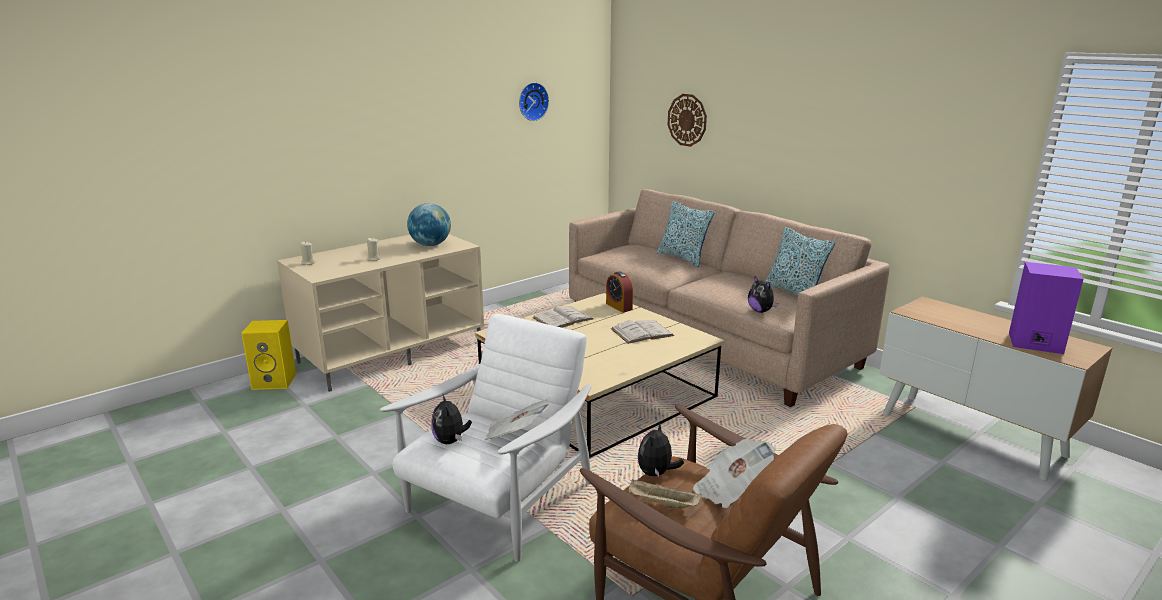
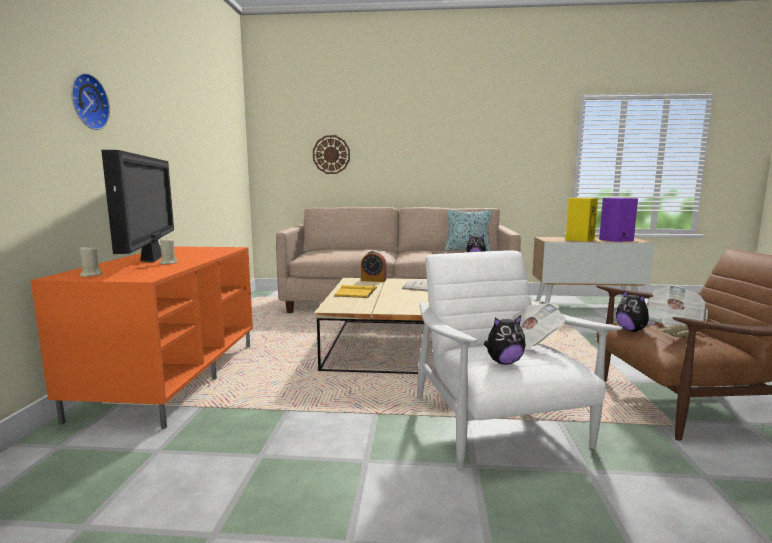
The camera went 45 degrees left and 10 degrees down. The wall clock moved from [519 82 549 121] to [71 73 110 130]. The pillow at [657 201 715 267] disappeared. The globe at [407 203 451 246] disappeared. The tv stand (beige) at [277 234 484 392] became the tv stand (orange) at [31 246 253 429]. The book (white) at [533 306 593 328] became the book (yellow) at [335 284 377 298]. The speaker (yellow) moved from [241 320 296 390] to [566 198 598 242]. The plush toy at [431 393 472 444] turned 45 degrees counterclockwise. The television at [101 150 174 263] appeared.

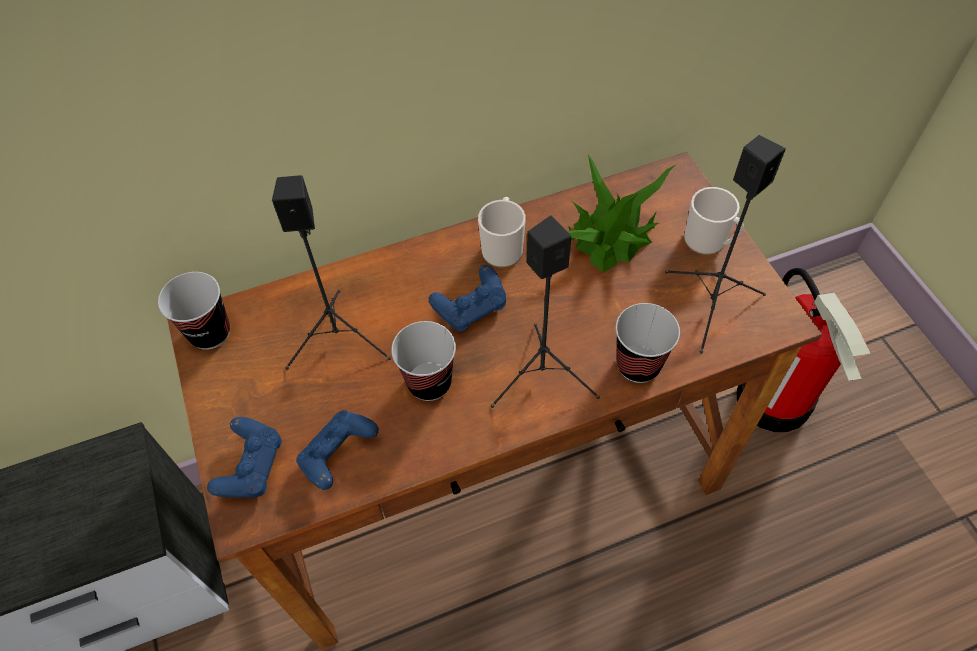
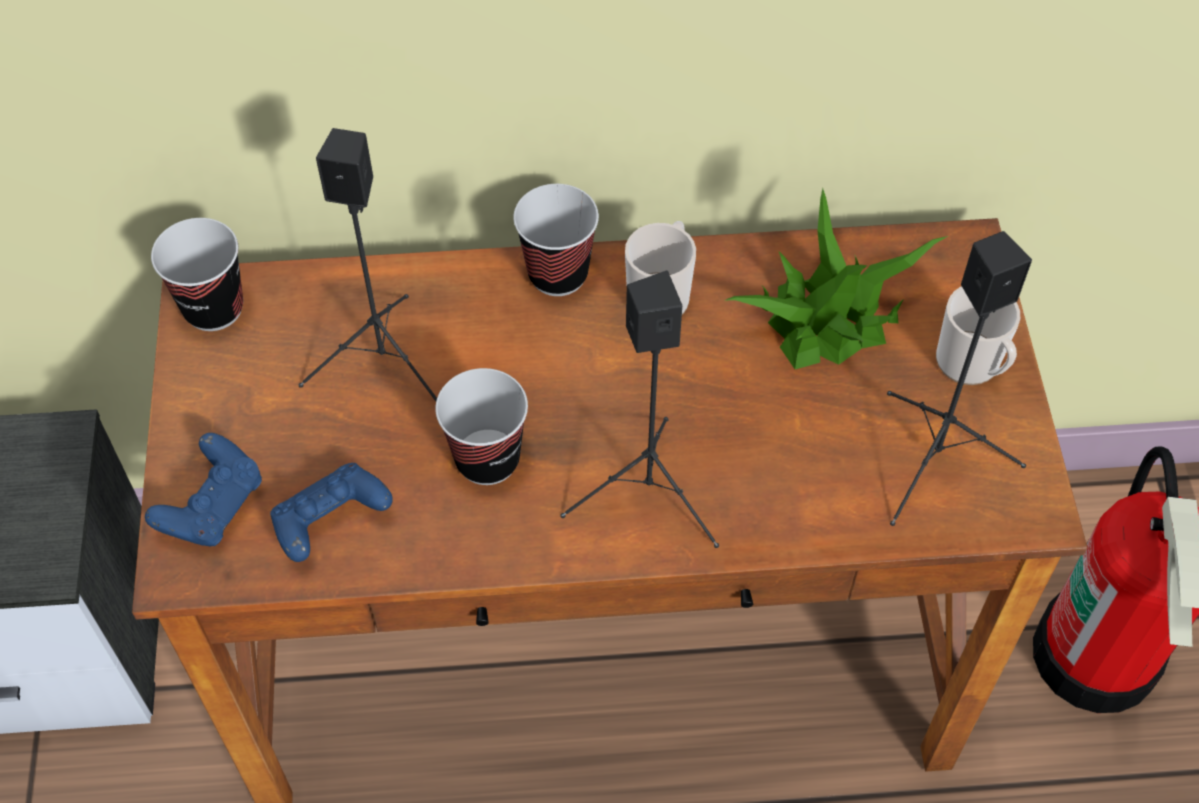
The camera went 15 degrees right and 0 degrees up. The game controller (blue) at [429 265 506 332] disappeared. The cup moved from [616 303 680 383] to [513 184 599 296].

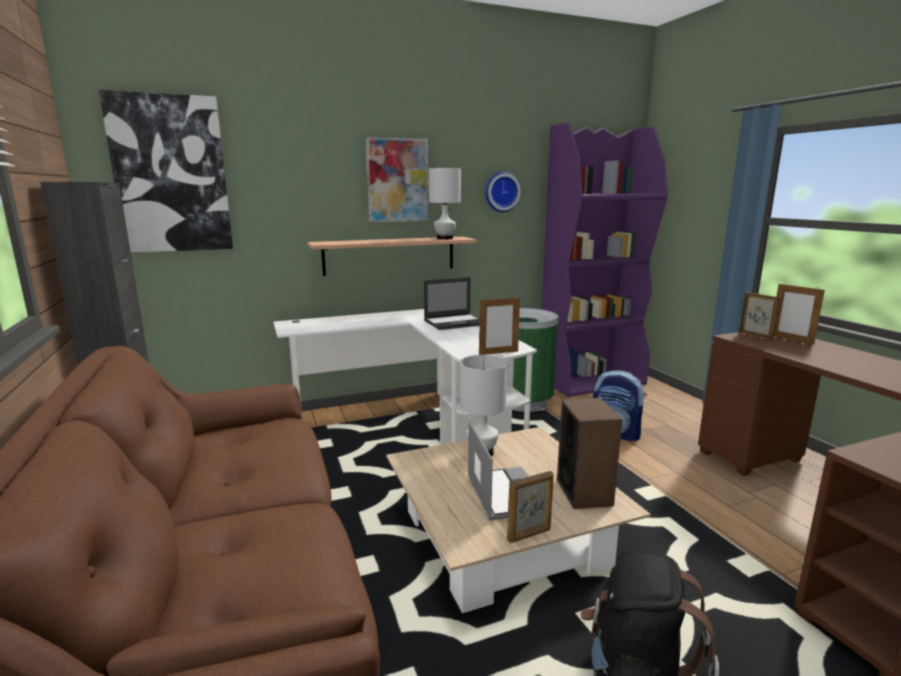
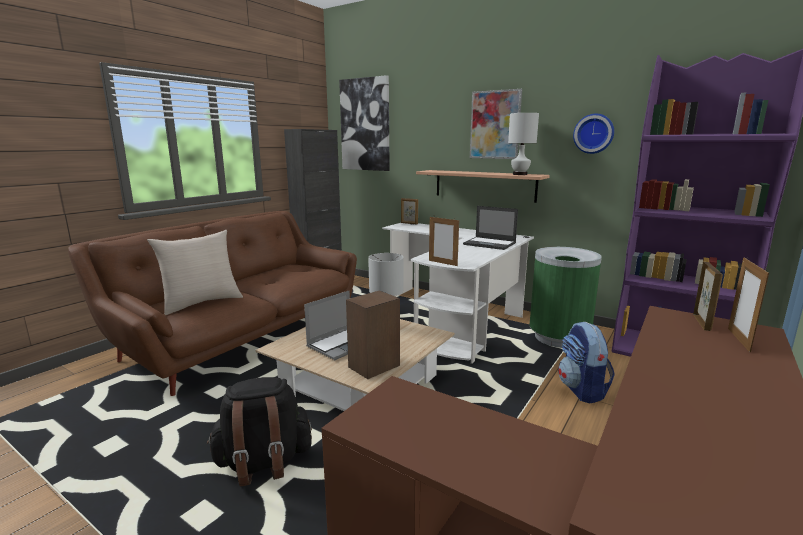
The camera went 55 degrees right and 0 degrees up. The picture frame moved from [507 471 554 543] to [401 198 418 224]. The pillow (beige) at [147 230 243 315] appeared.

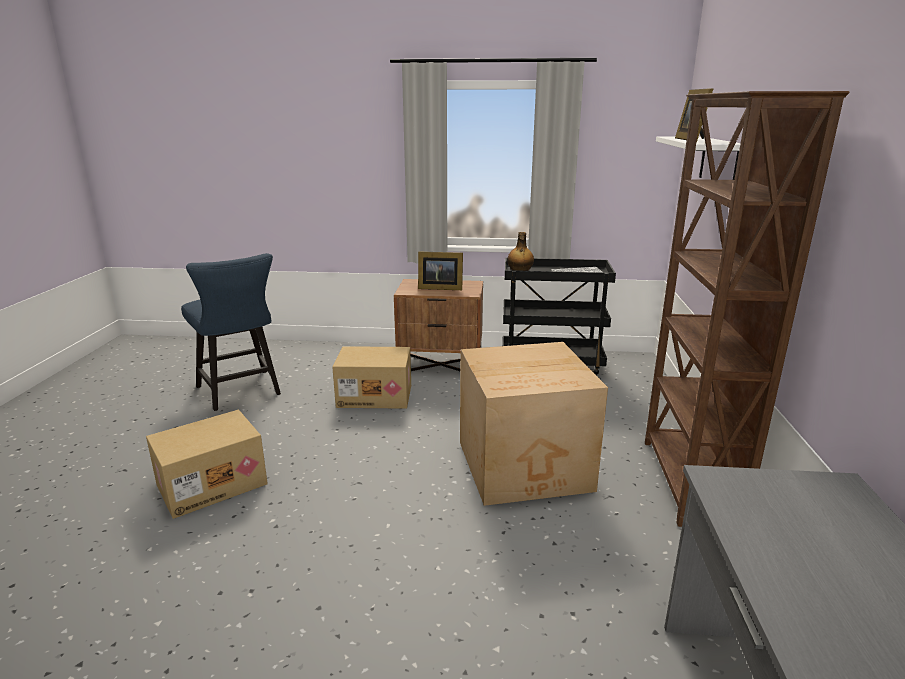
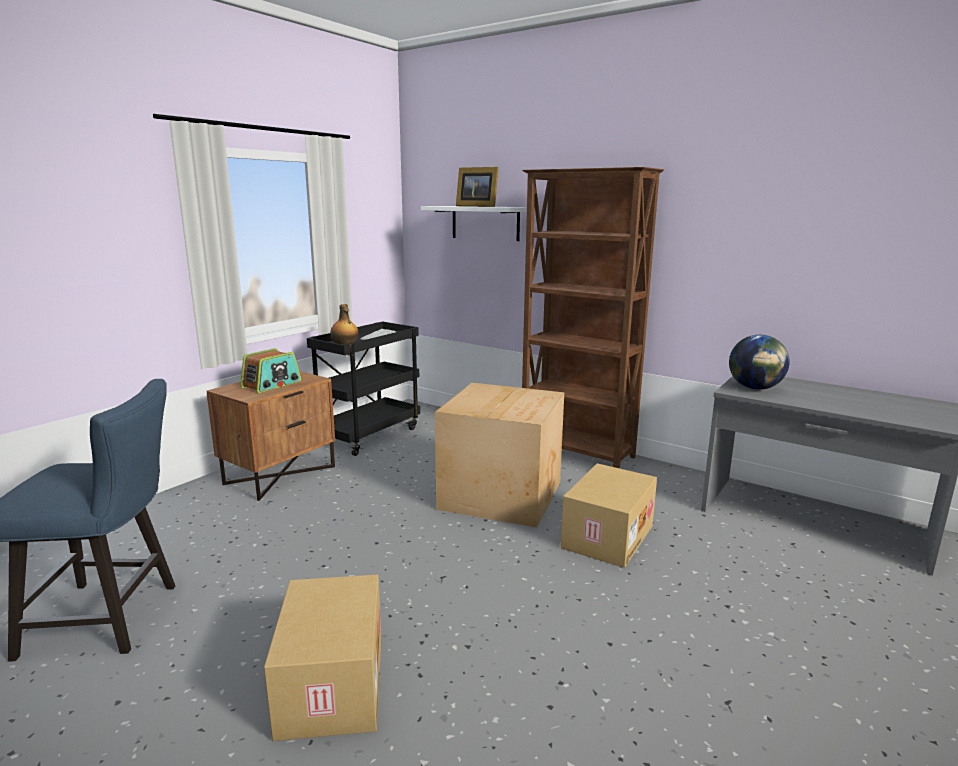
The camera went 60 degrees left and 5 degrees down. The picture frame at [418 252 463 290] was replaced by the radio at [240 348 301 393]. The cardboard box moved from [332 346 411 409] to [561 463 657 568]. The globe at [729 335 790 390] appeared.

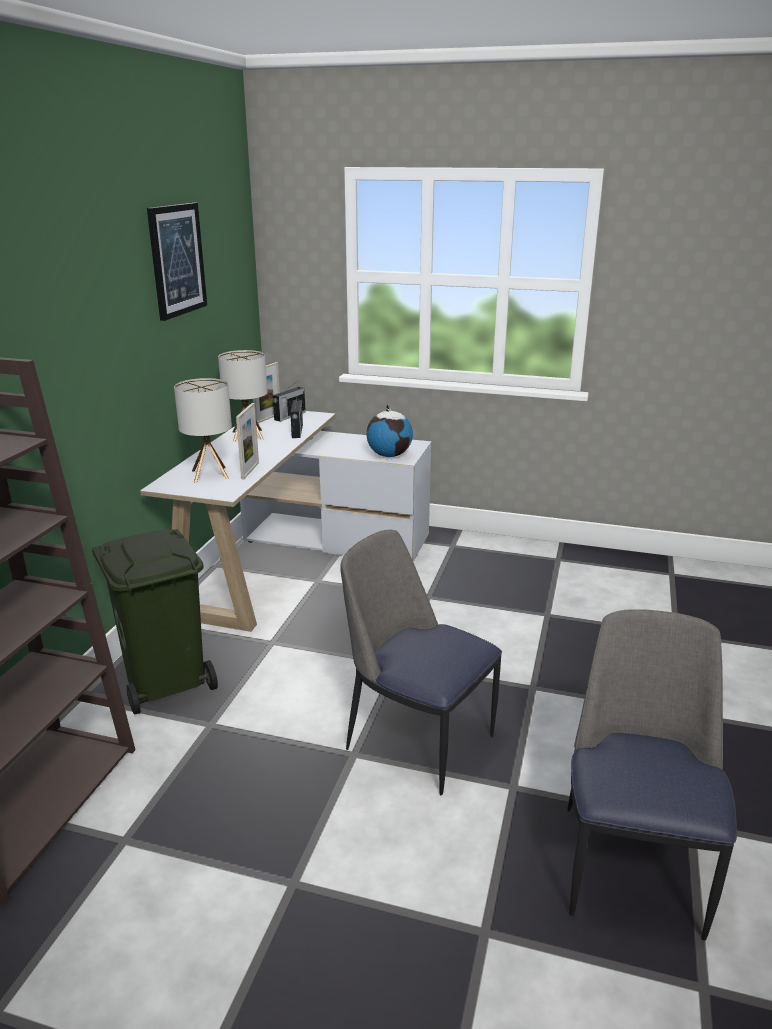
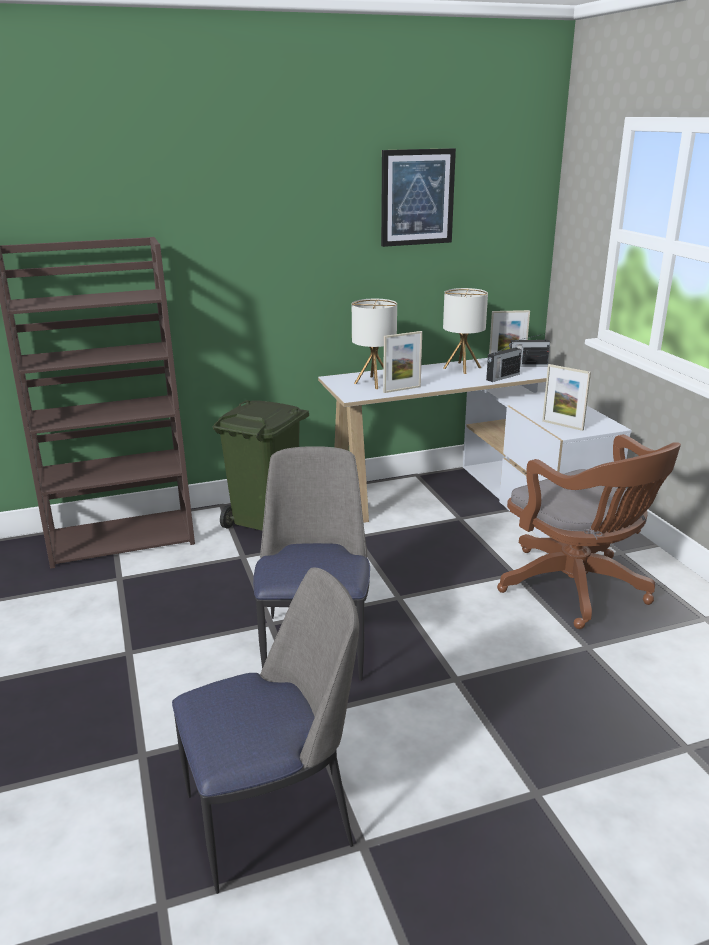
The camera went 55 degrees right and 0 degrees up. The globe at [366 405 413 457] was replaced by the picture frame at [542 364 591 431]. The office chair (brown) at [497 434 681 629] appeared.

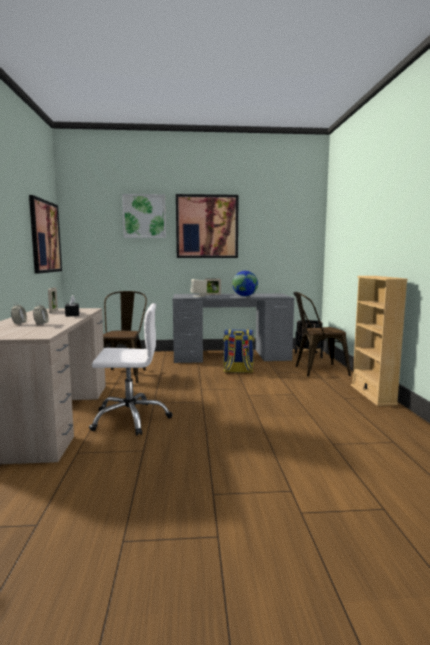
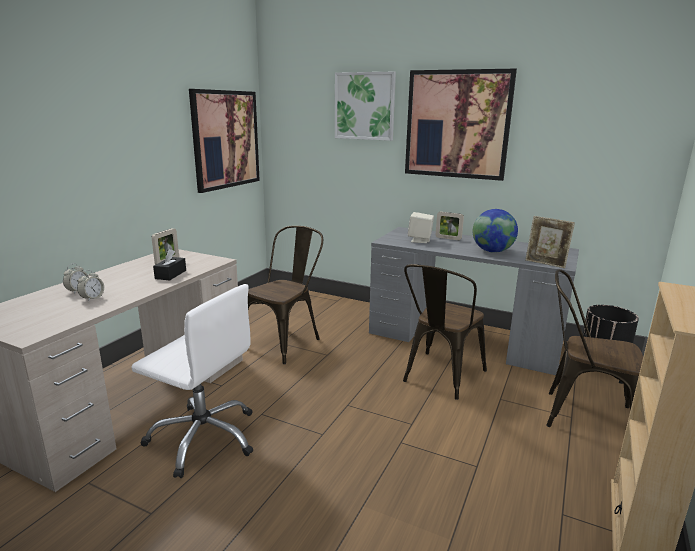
The camera went 30 degrees right and 10 degrees up. The backpack at [223 329 254 373] was replaced by the chair (brown) at [403 264 487 400]. The picture frame at [525 216 575 268] appeared.

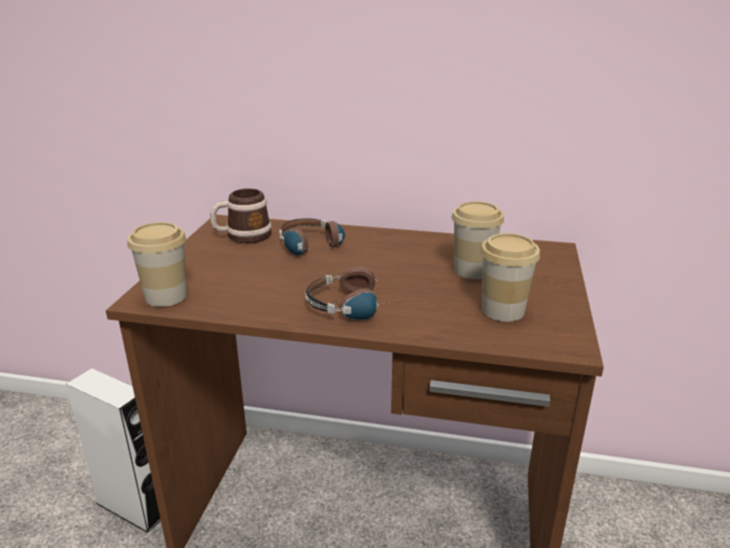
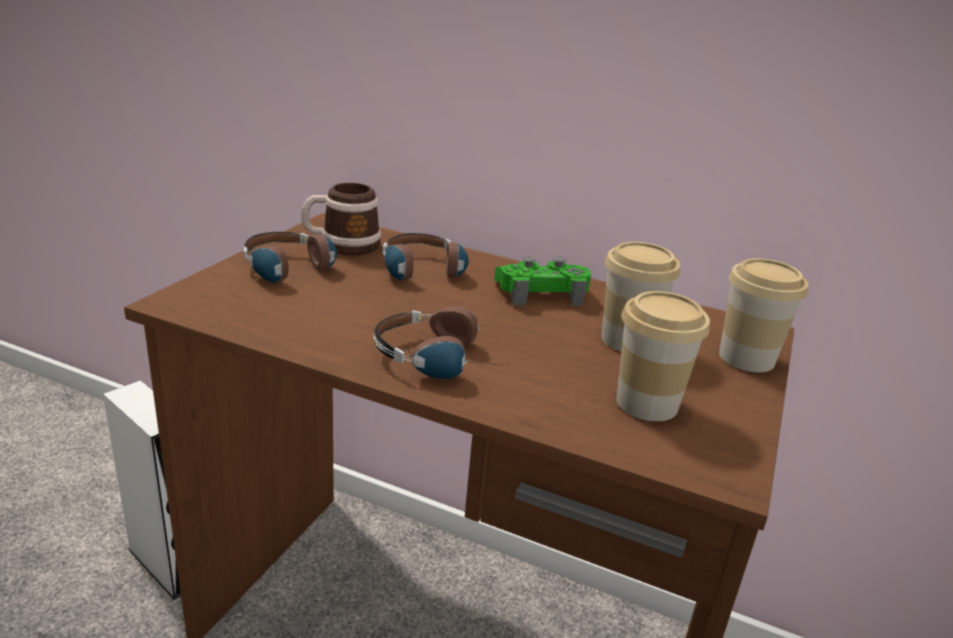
The camera went 10 degrees right and 0 degrees up. The cup moved from [127 222 187 307] to [719 258 808 372]. The headphones at [243 232 337 284] appeared. The game controller (green) at [494 257 591 306] appeared.

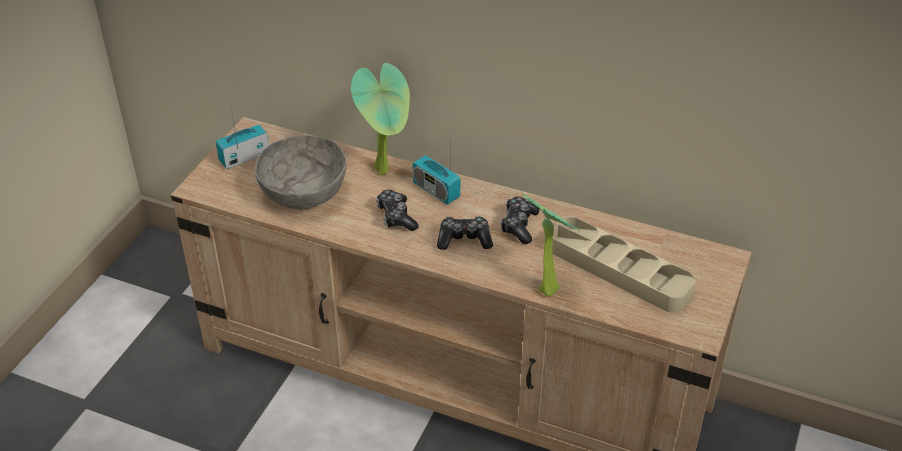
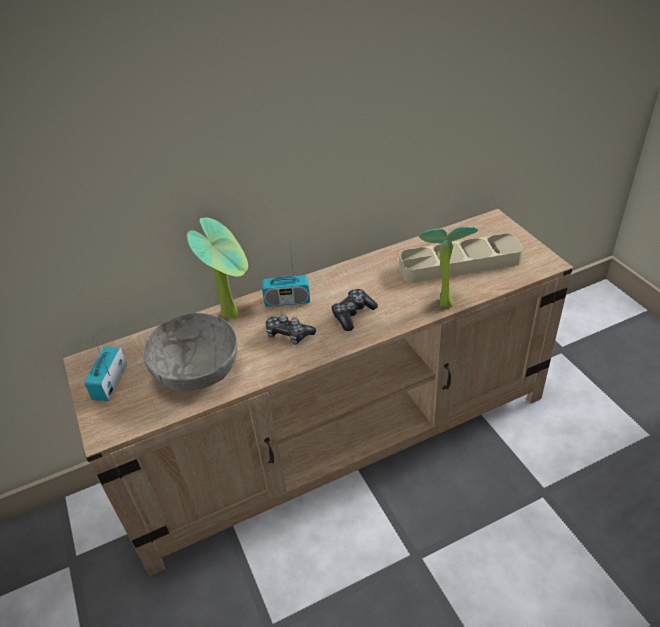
The camera went 45 degrees left and 0 degrees up. The game controller at [500 197 539 244] disappeared.

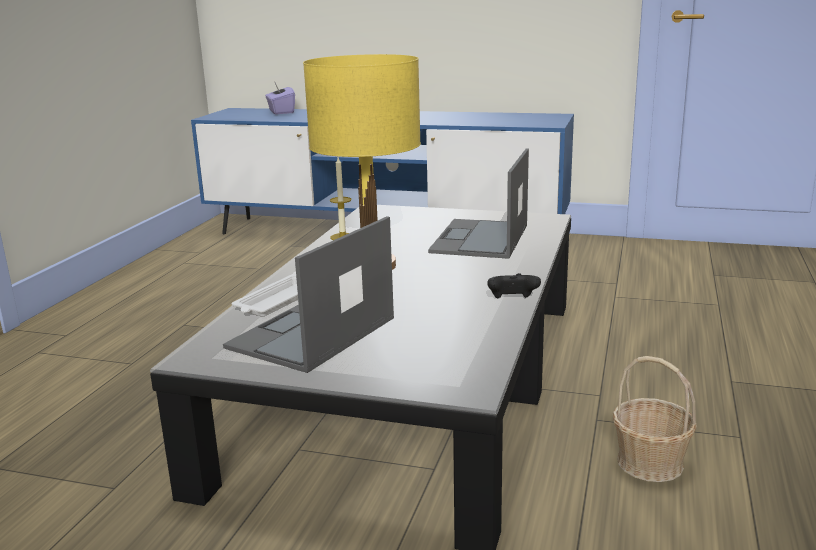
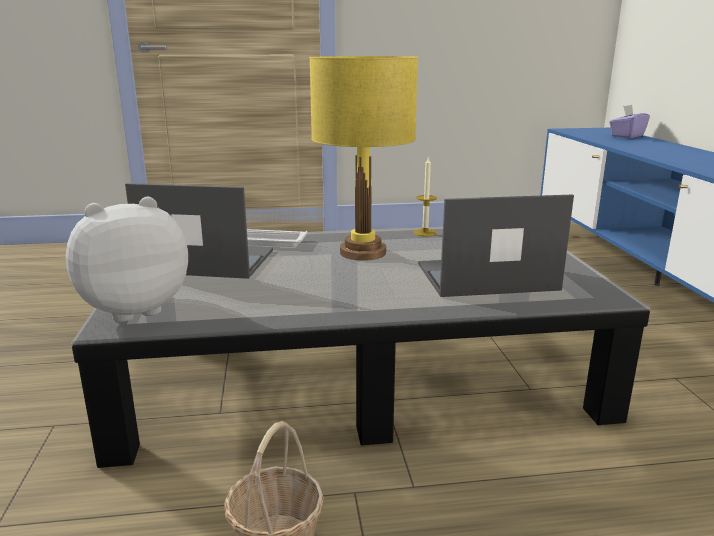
The camera went 65 degrees right and 0 degrees up. The game controller (black) at [487 273 541 298] disappeared. The plush toy at [66 197 188 322] appeared.

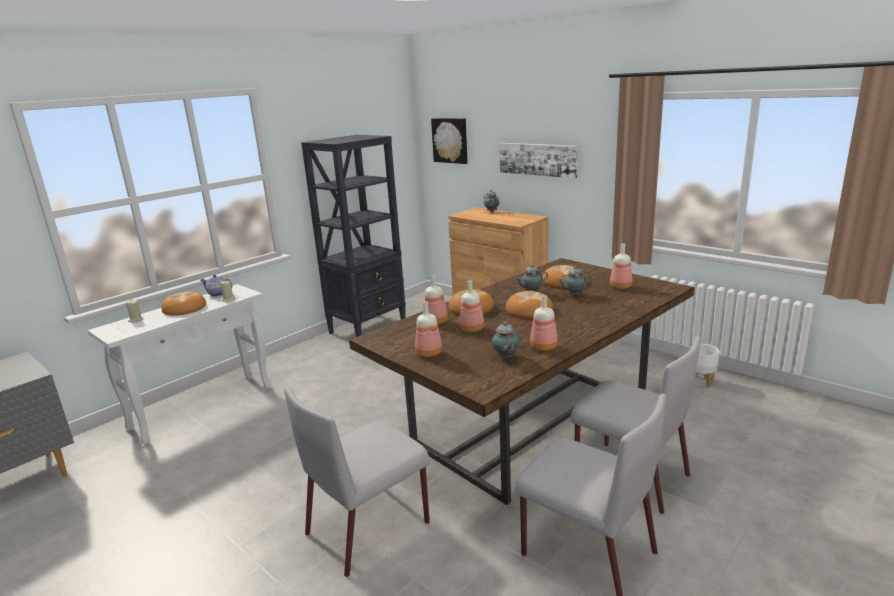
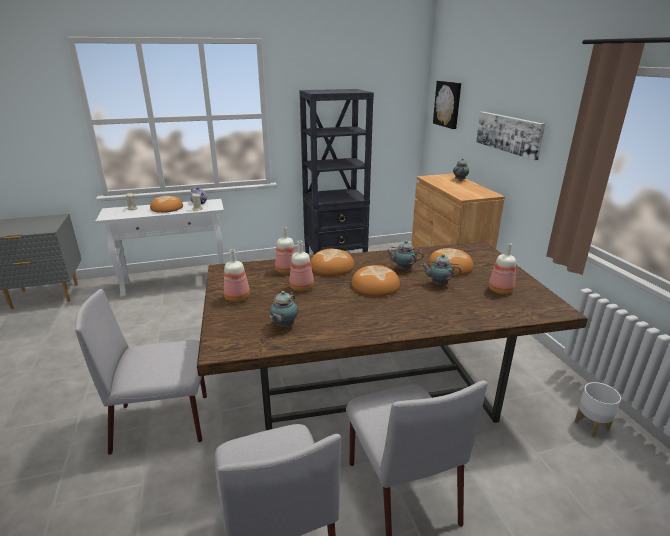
The camera went 30 degrees right and 5 degrees up. The bottle at [530 295 558 351] disappeared.

